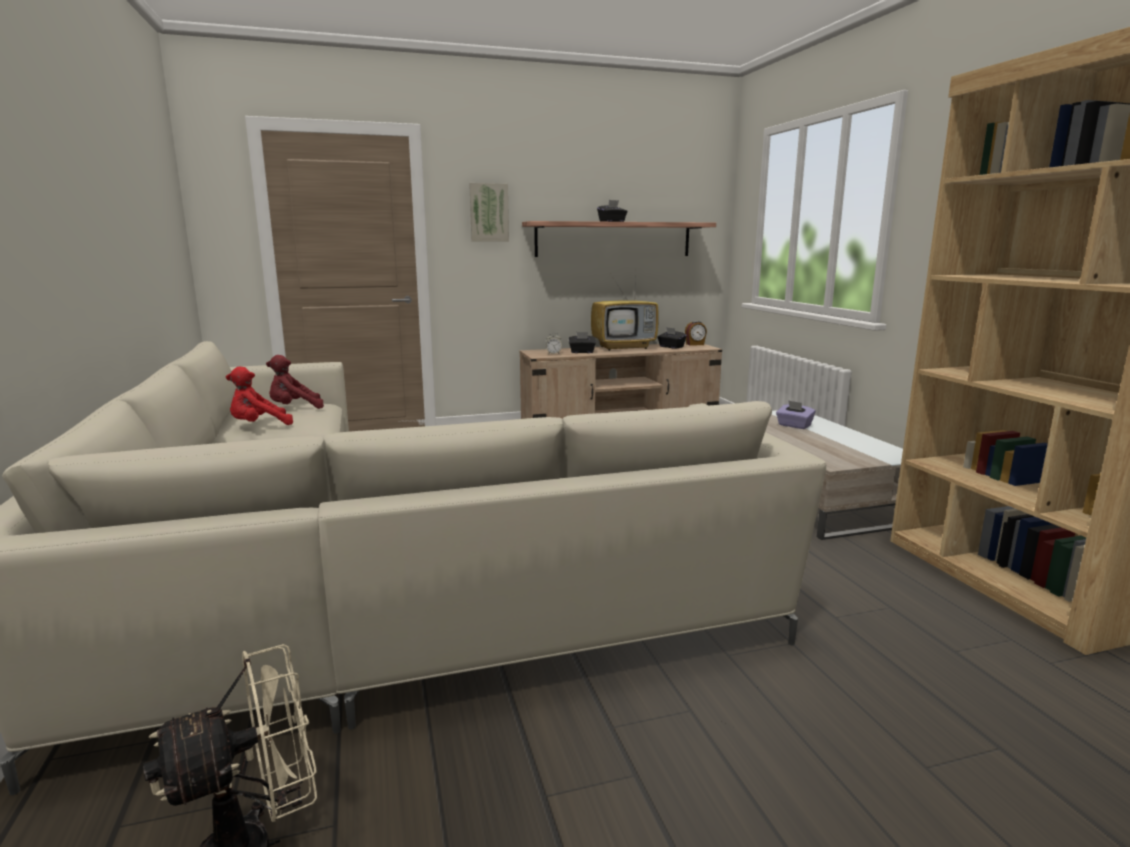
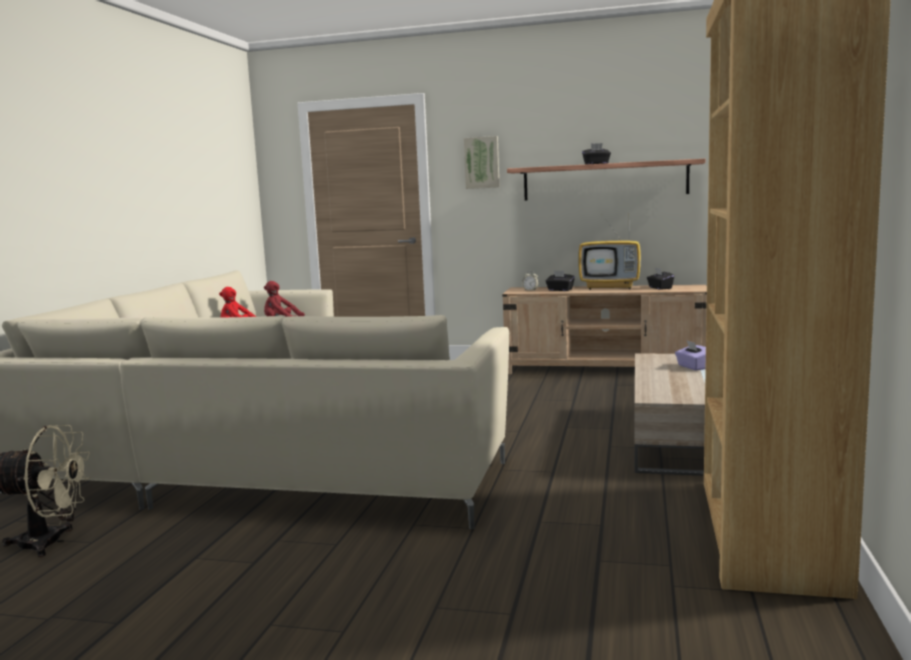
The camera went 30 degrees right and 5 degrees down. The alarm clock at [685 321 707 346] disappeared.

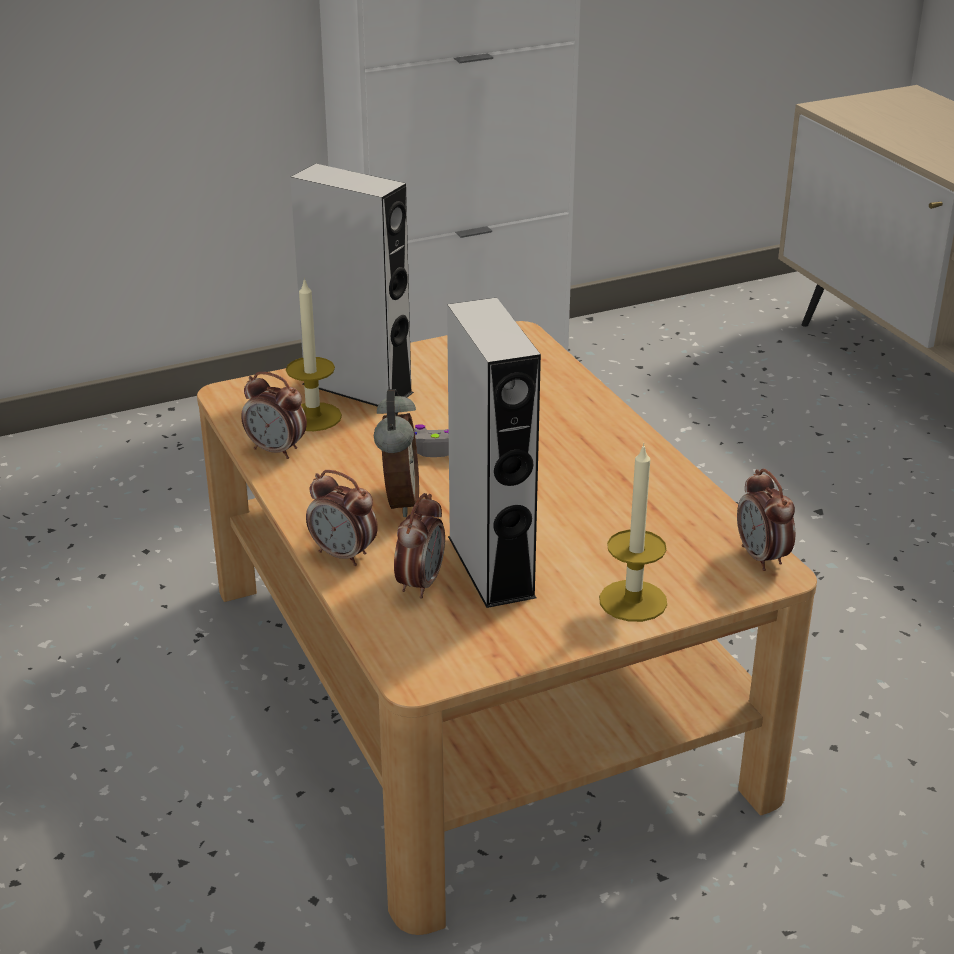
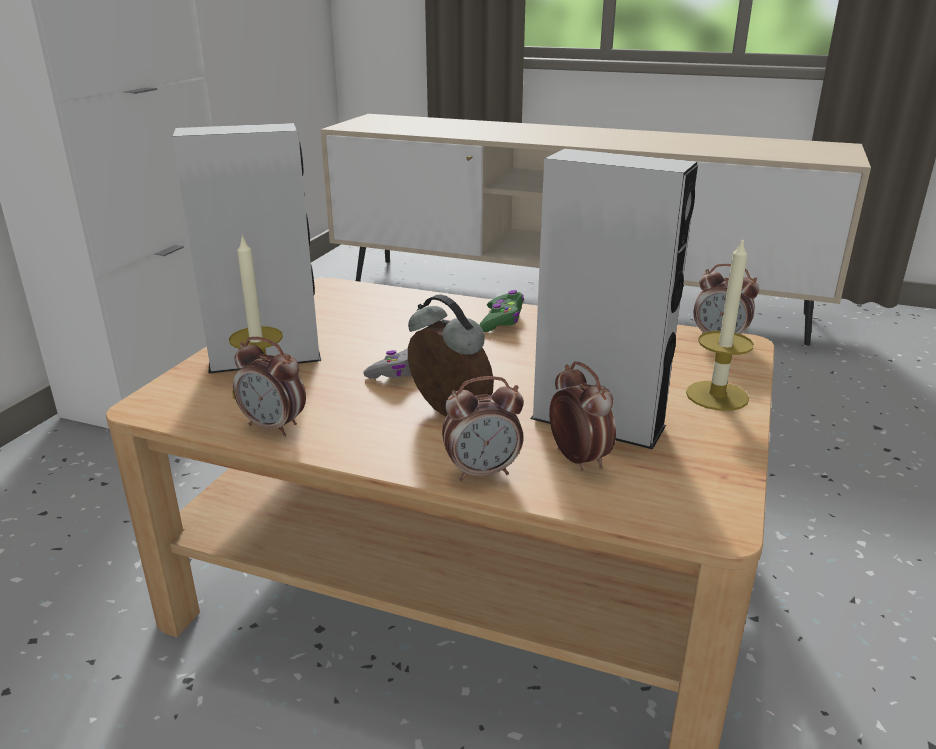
The camera went 45 degrees left and 5 degrees down. The alarm clock at [241 372 307 459] turned 45 degrees clockwise. The game controller (green) at [480 290 524 332] appeared.

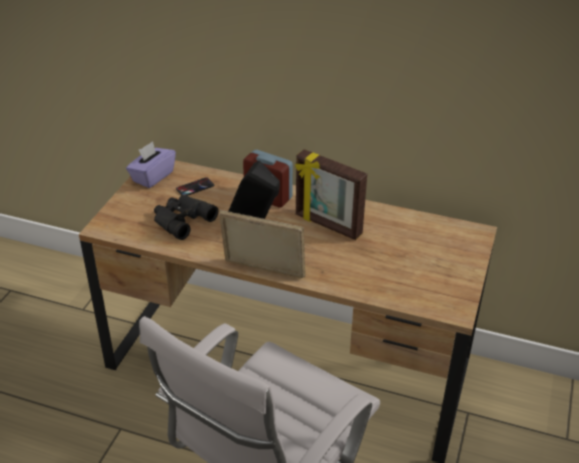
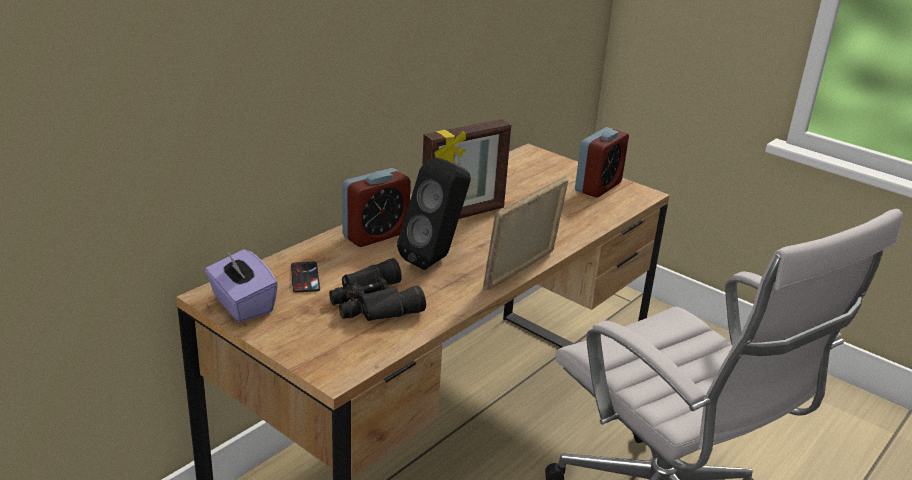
The camera went 70 degrees left and 10 degrees down. The alarm clock at [575 127 629 198] appeared.

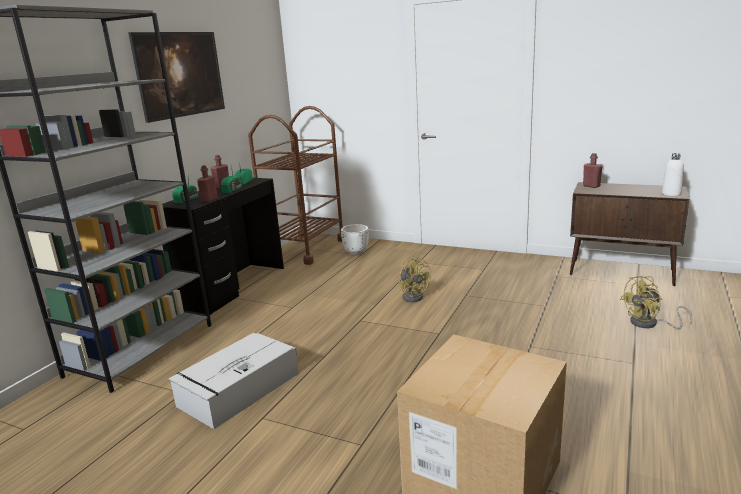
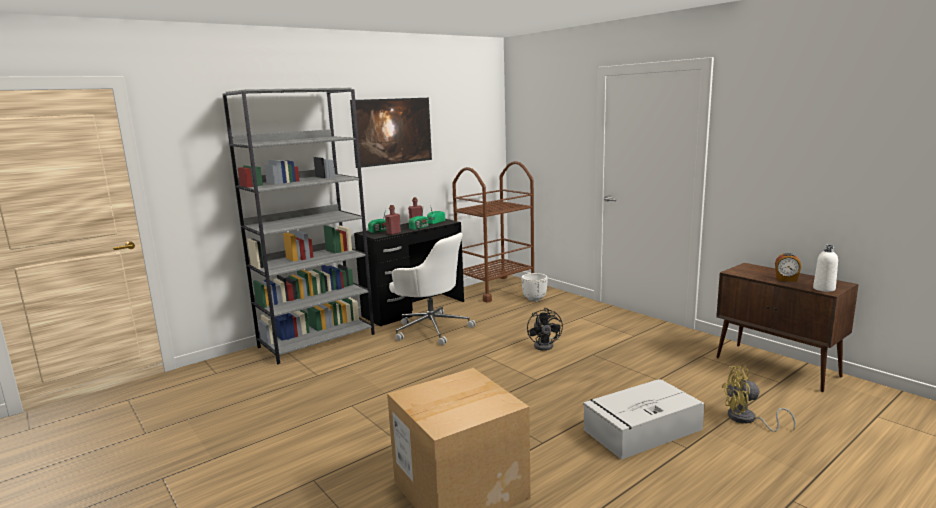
The camera went 25 degrees right and 5 degrees down. The bottle (red) at [583 153 602 188] disappeared. The fan (yellow) at [398 256 431 302] became the fan (black) at [527 308 563 351]. The storage box (grey) moved from [169 333 299 429] to [583 379 705 460]. The office chair (white) at [389 233 476 345] appeared. The alarm clock at [775 253 801 282] appeared.

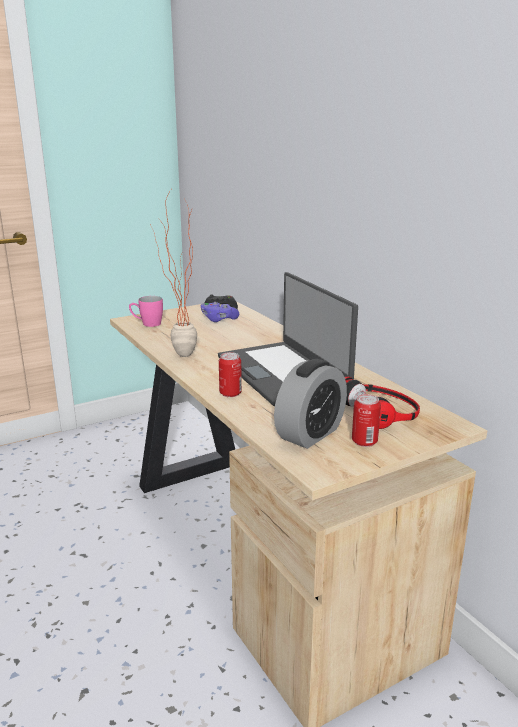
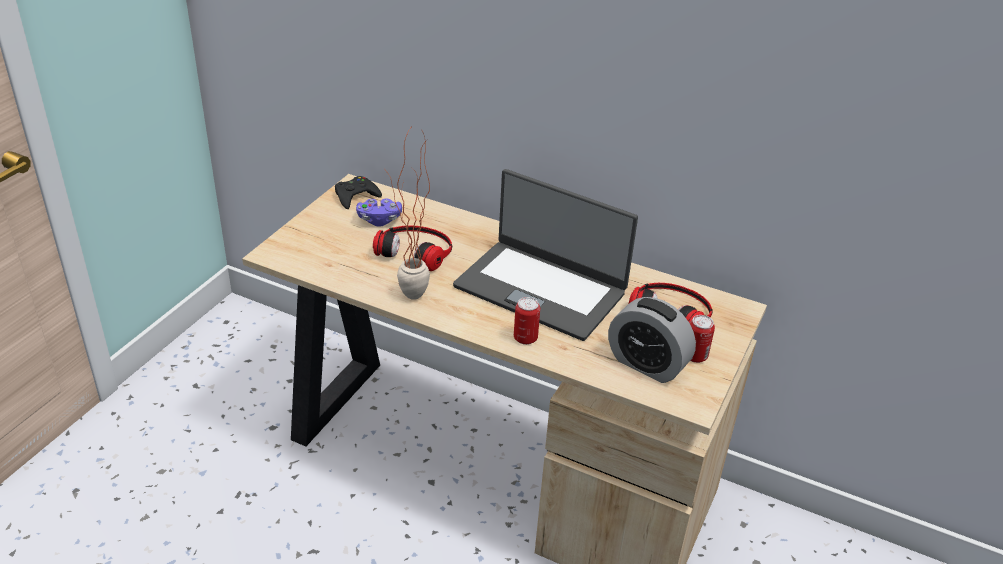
The camera went 35 degrees left and 15 degrees up. The mug (pink) at [129 296 163 327] disappeared. The alarm clock at [274 359 347 449] turned 120 degrees clockwise. The headphones at [373 225 452 271] appeared.

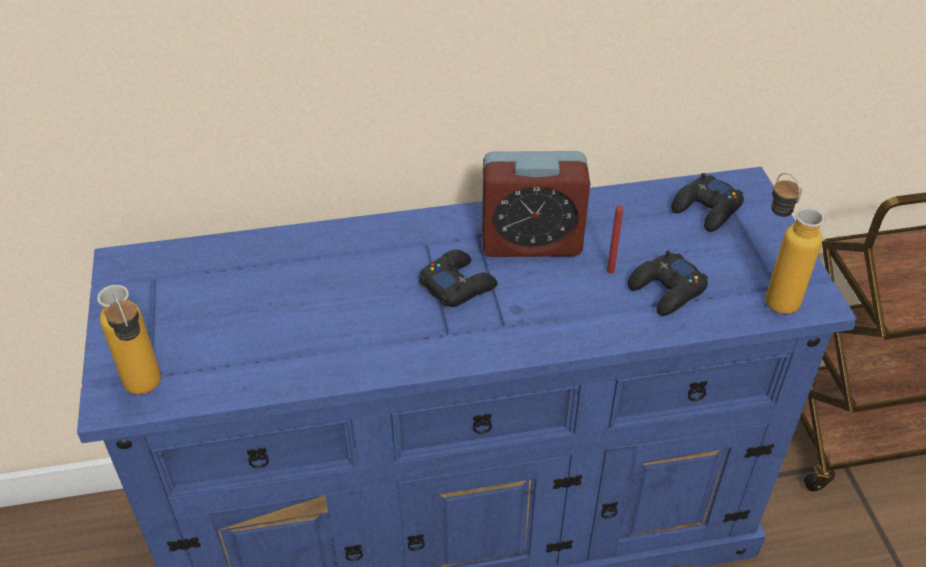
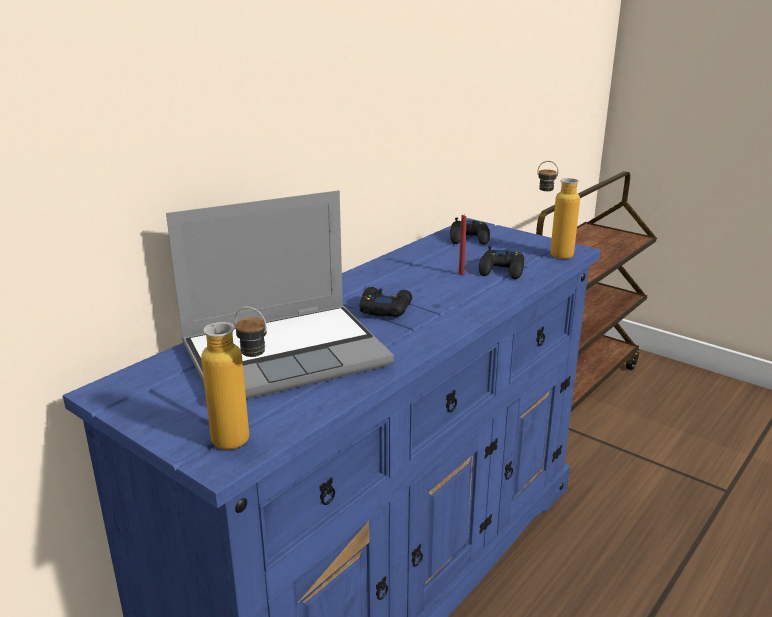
The camera went 40 degrees left and 20 degrees down. The alarm clock at [482 151 590 257] disappeared. The laptop at [166 190 394 400] appeared.

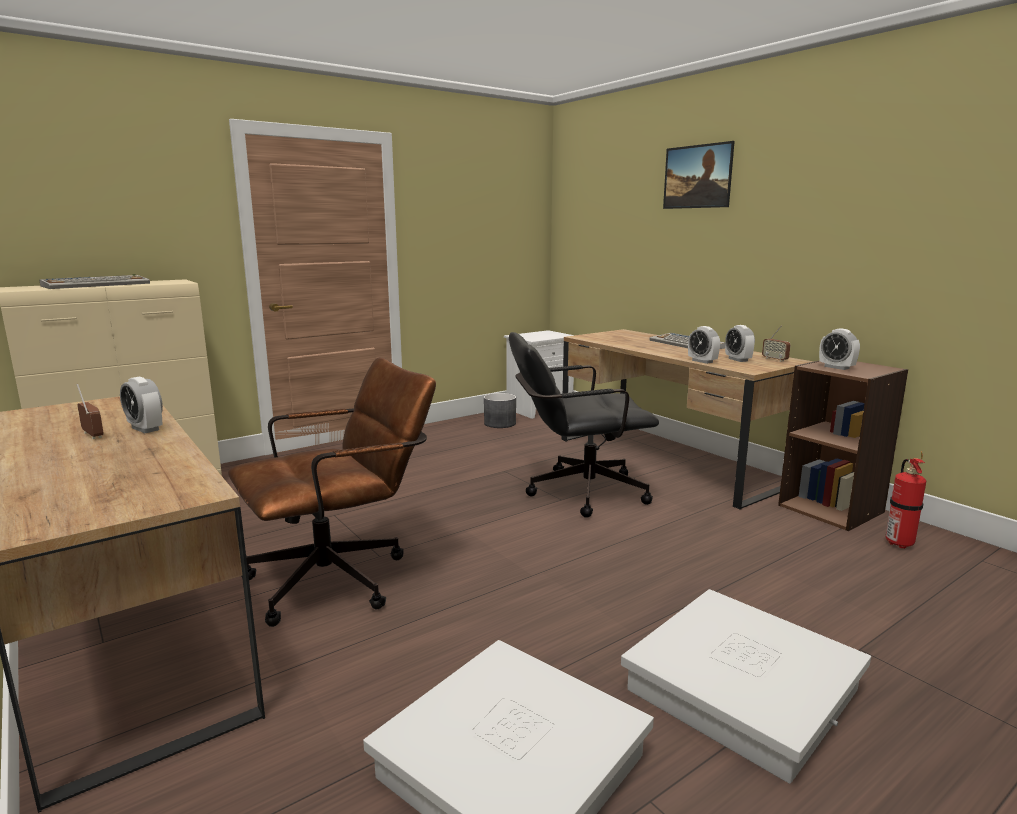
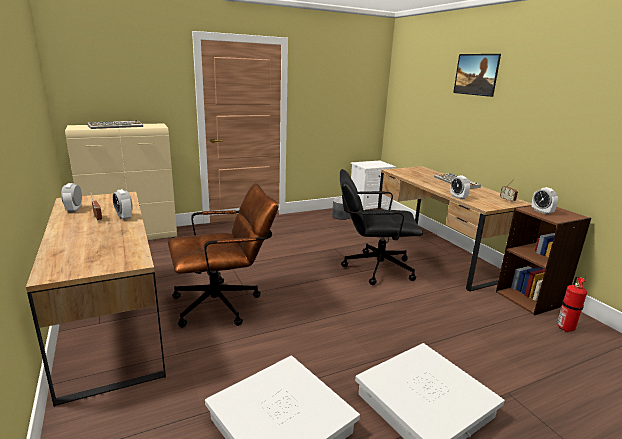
The camera went 10 degrees right and 5 degrees up. The alarm clock moved from [725 325 755 362] to [61 183 82 212].

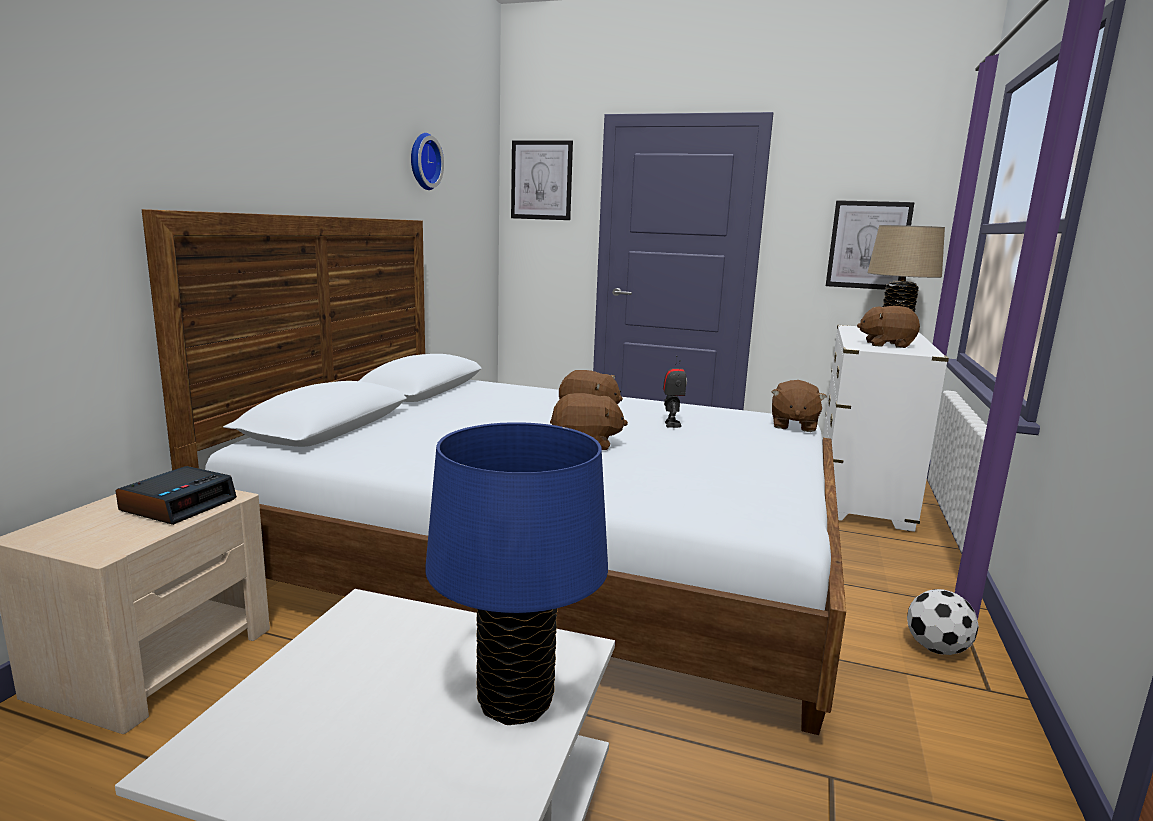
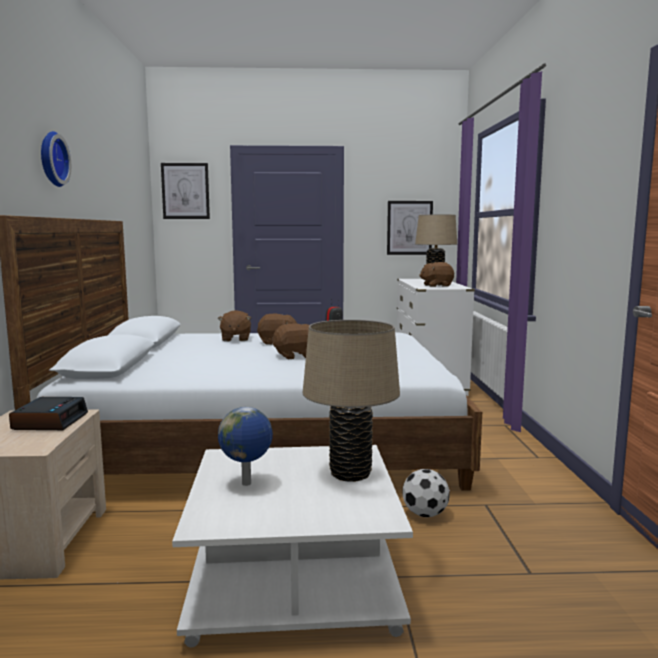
The camera went 20 degrees left and 5 degrees down. The wall clock moved from [411 133 444 190] to [41 131 71 187]. The plush toy (brown) moved from [772 380 827 432] to [218 310 251 342]. The table lamp (blue) at [425 422 608 725] became the table lamp (beige) at [303 320 400 482]. The football moved from [907 589 979 655] to [402 469 450 517]. The globe at [218 407 273 486] appeared.

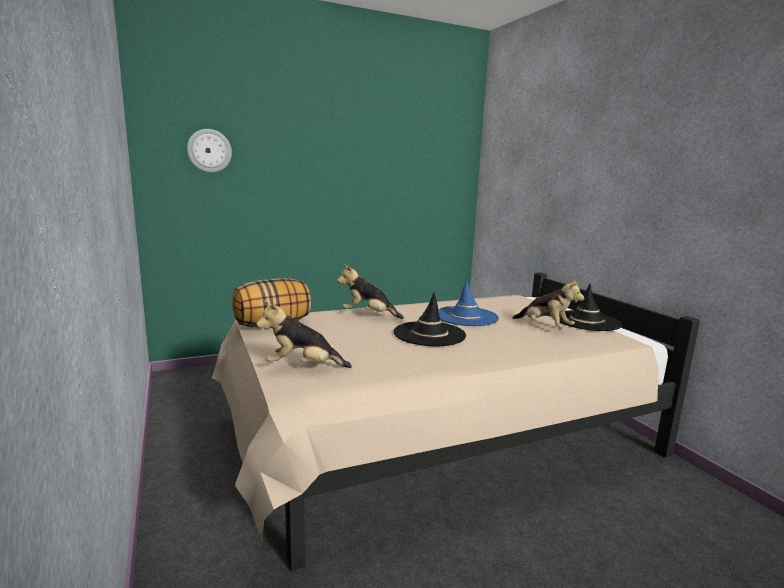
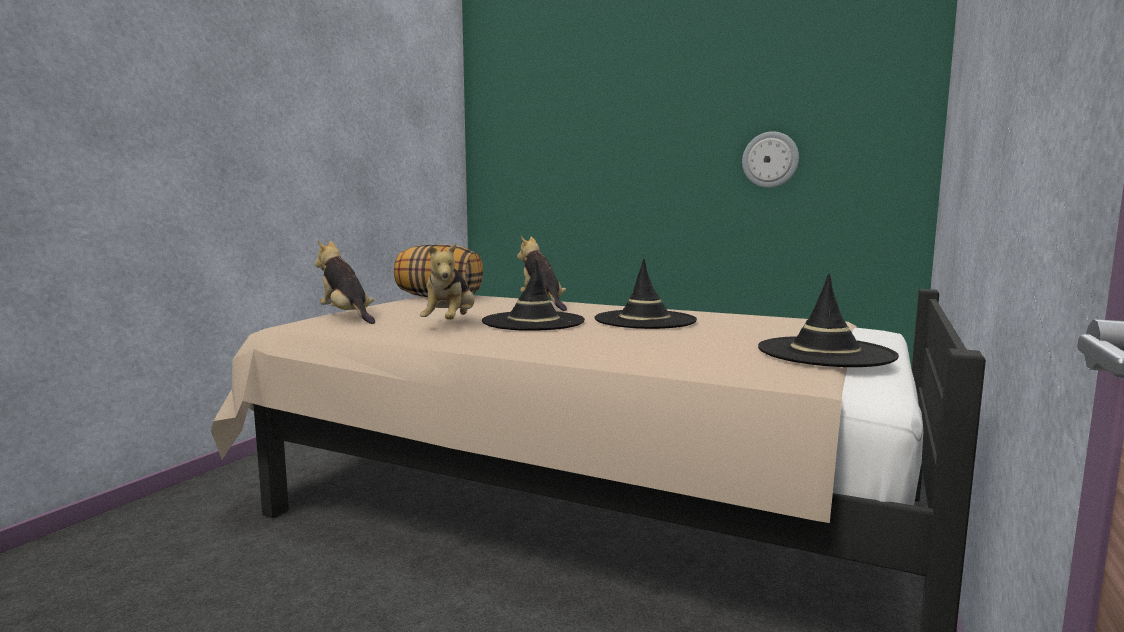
The camera went 50 degrees right and 5 degrees down. The wall clock moved from [187 129 232 173] to [742 131 799 188]. The plush toy moved from [513 278 584 327] to [420 243 474 319]. The hat (blue) at [438 279 499 326] became the hat (black) at [594 258 697 329].

